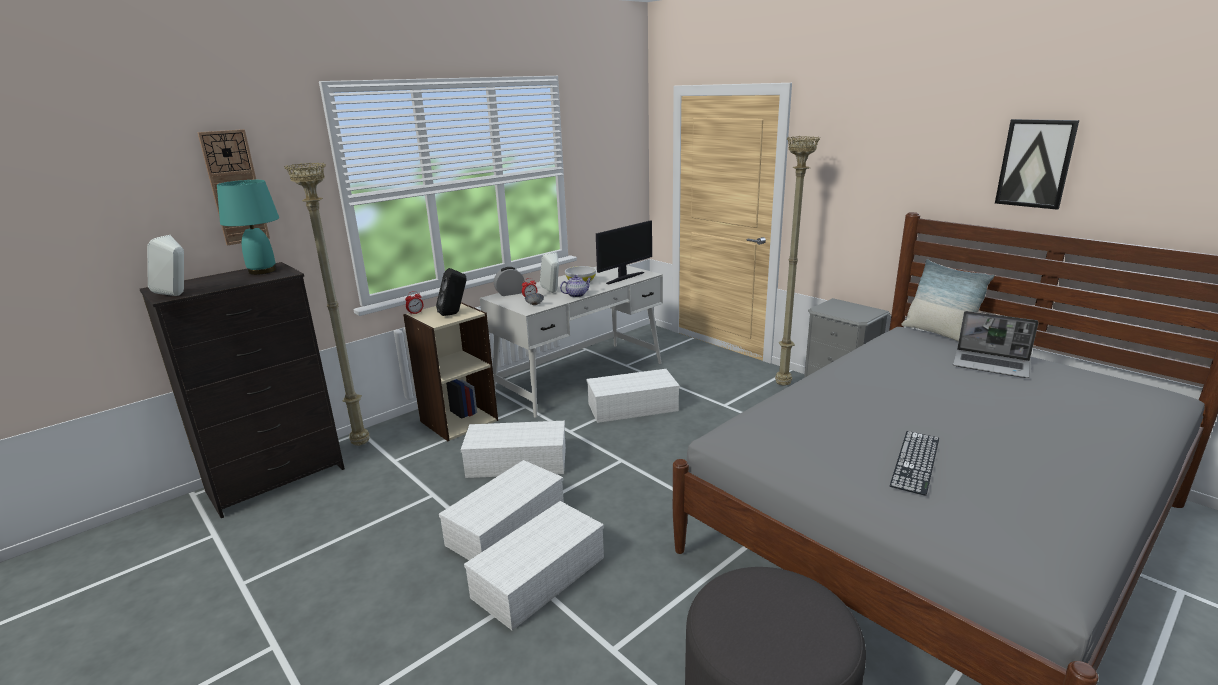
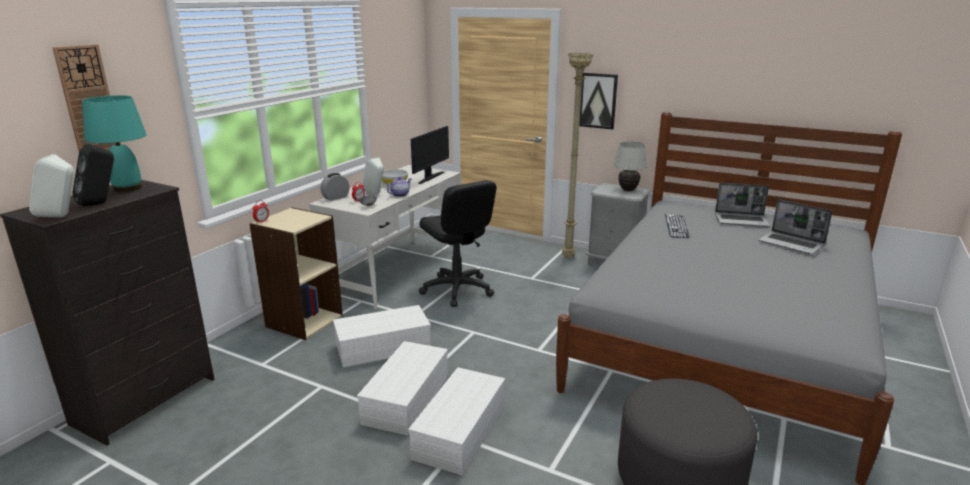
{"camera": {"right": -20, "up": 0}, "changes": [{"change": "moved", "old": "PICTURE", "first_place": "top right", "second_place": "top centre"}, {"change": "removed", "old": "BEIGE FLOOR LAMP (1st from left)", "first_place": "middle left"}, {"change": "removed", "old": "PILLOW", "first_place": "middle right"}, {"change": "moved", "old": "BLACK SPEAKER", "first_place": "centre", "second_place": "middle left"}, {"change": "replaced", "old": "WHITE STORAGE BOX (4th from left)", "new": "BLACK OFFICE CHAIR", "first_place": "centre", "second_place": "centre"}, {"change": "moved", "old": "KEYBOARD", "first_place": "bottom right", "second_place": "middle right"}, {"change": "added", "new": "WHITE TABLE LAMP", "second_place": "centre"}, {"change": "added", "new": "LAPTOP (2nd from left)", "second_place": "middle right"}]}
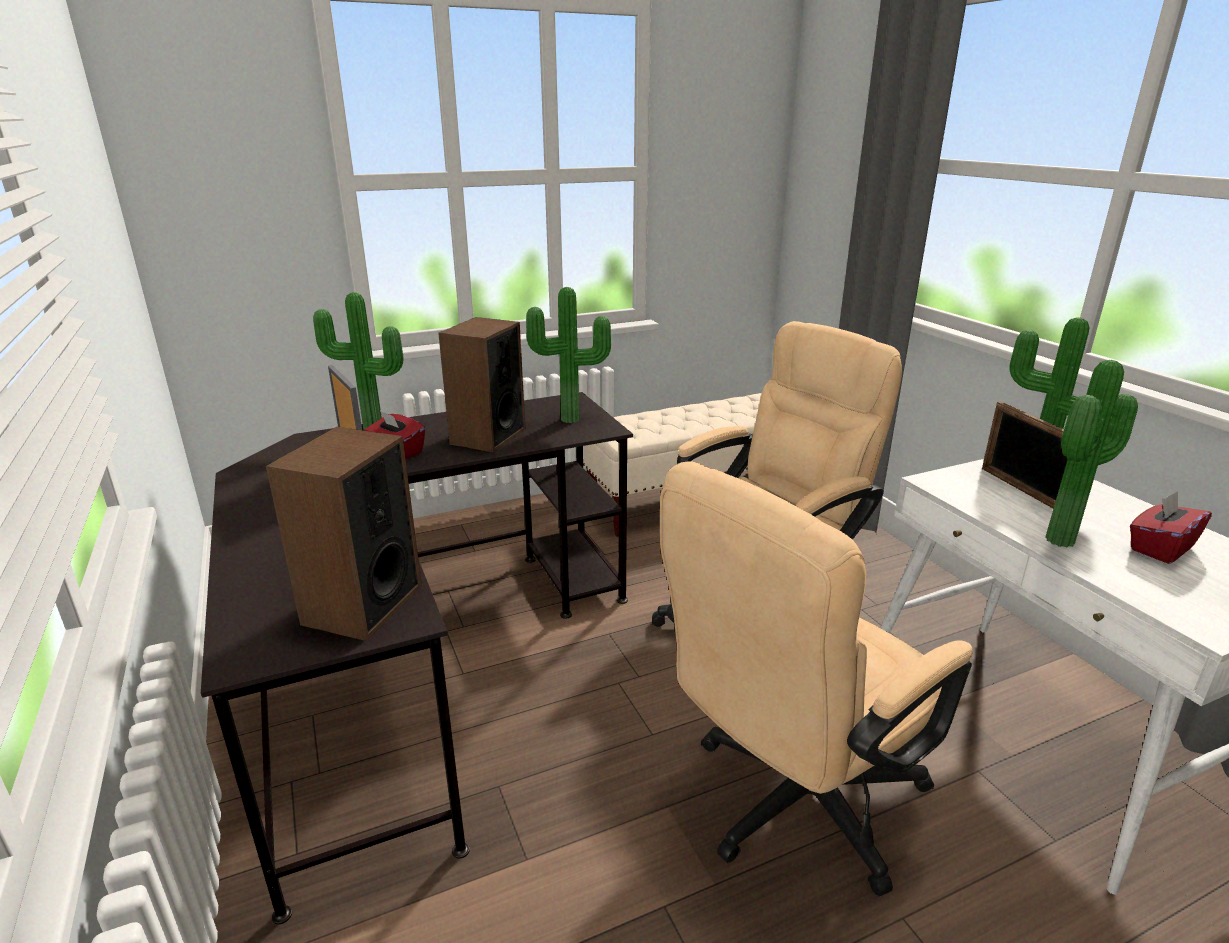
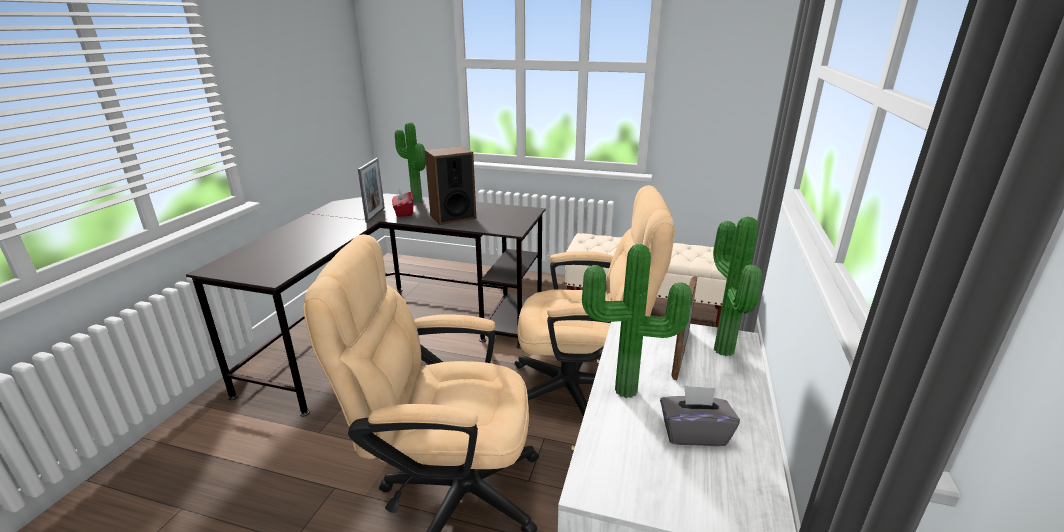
{"camera": {"right": 40, "up": 0}, "changes": [{"change": "removed", "old": "POTTED PLANT (2nd from left)", "first_place": "centre"}, {"change": "removed", "old": "SPEAKER (1st from left)", "first_place": "middle left"}, {"change": "recoloured", "old": "RED TISSUE BOX (2nd from left)", "new": "GREY TISSUE BOX", "first_place": "middle right", "second_place": "bottom centre"}]}
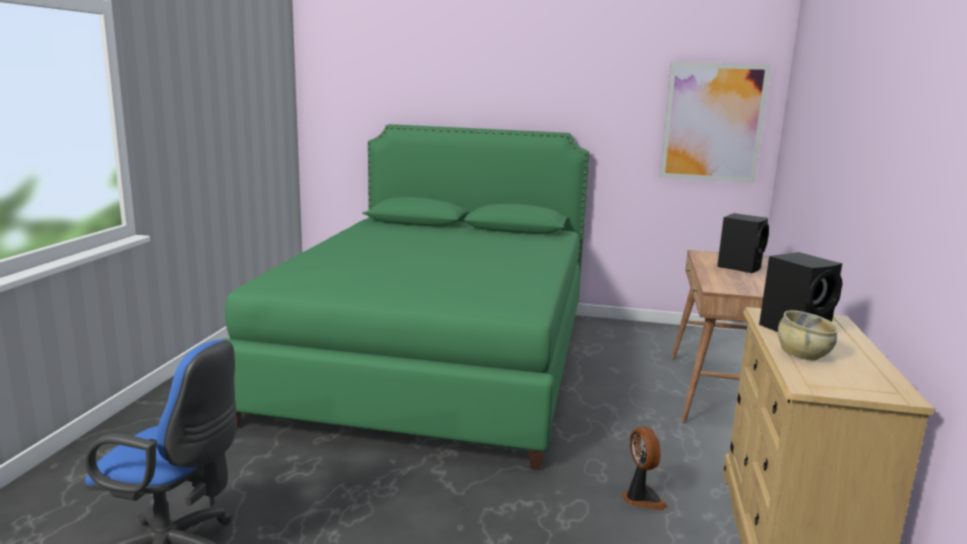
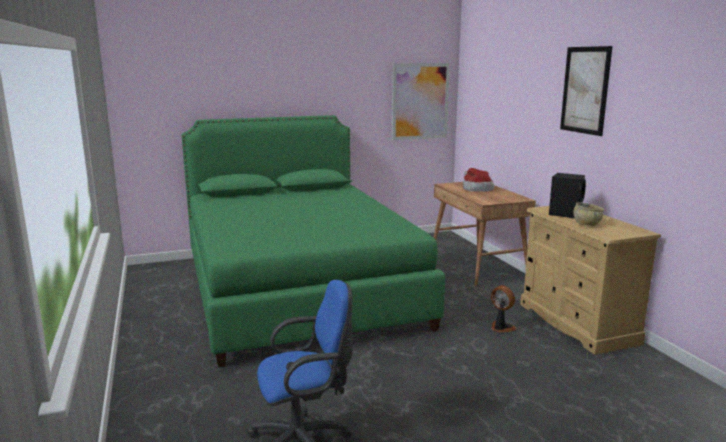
{"camera": {"right": -30, "up": 0}, "changes": [{"change": "replaced", "old": "BLACK SPEAKER (1st from left)", "new": "HAT", "first_place": "middle right", "second_place": "centre"}, {"change": "added", "new": "PICTURE (2nd from left)", "second_place": "top right"}]}
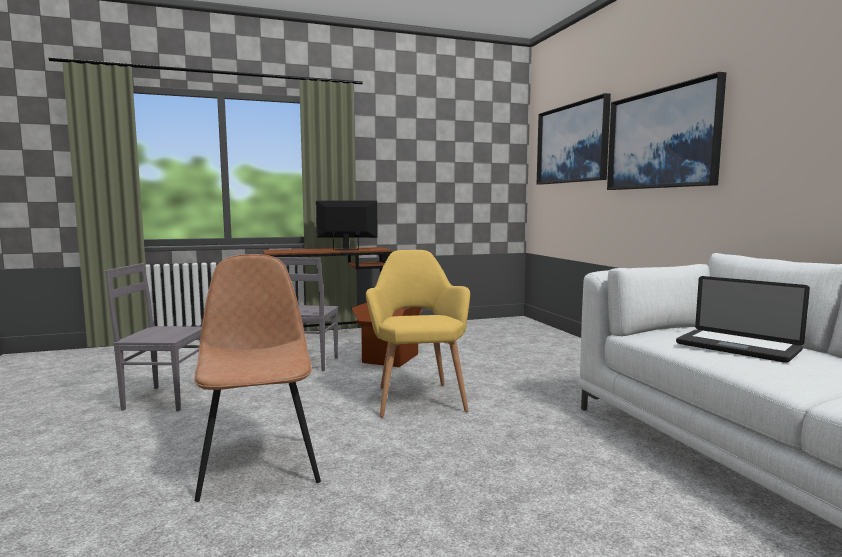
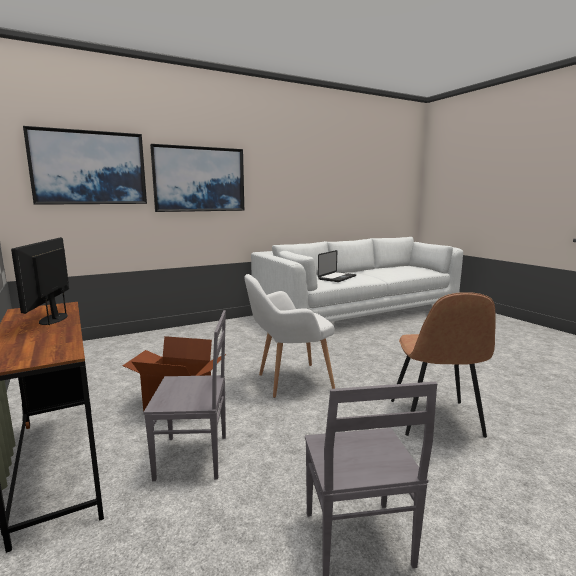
{"camera": {"right": -100, "up": 5}, "changes": [{"change": "recoloured", "old": "YELLOW ARMCHAIR", "new": "WHITE ARMCHAIR", "first_place": "centre", "second_place": "centre"}, {"change": "turned", "old": "BROWN CHAIR", "first_place": "bottom left", "second_place": "middle right", "degrees": -60}]}
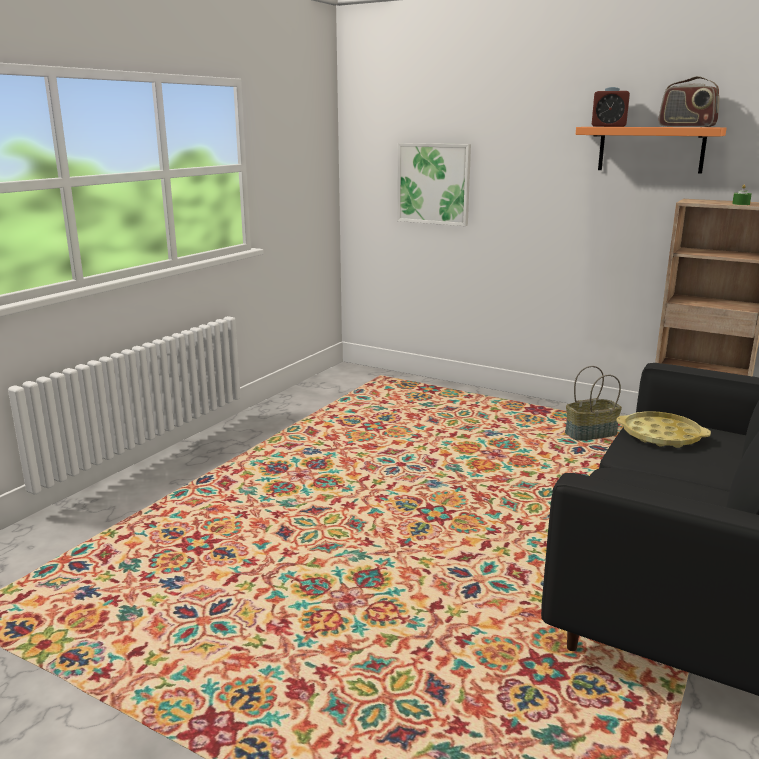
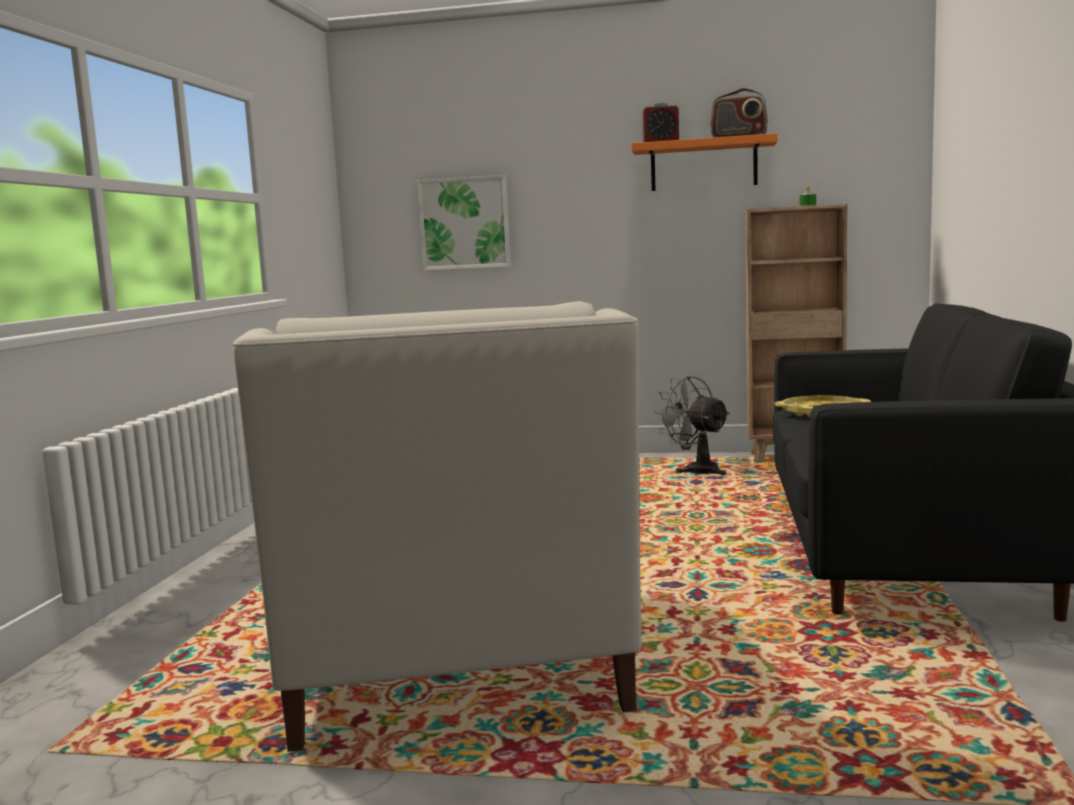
{"camera": {"right": -20, "up": -10}, "changes": [{"change": "replaced", "old": "BASKET", "new": "GREY FAN", "first_place": "middle right", "second_place": "centre"}, {"change": "added", "new": "WHITE ARMCHAIR", "second_place": "centre"}]}
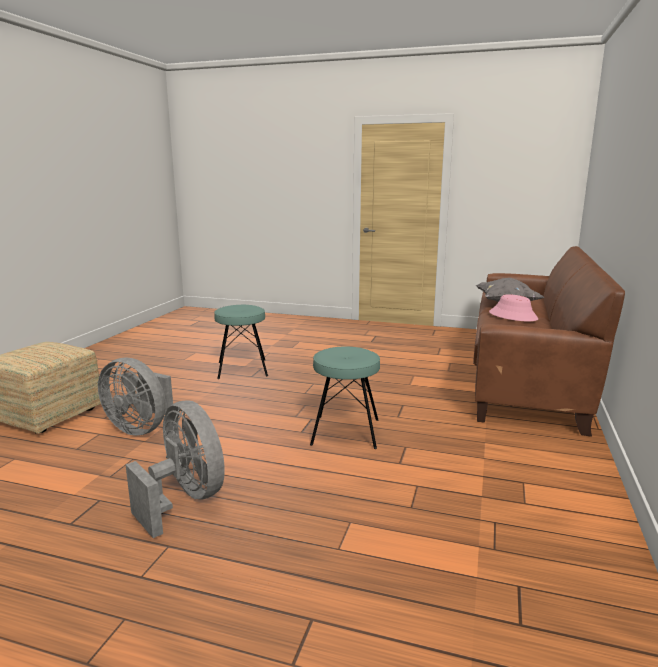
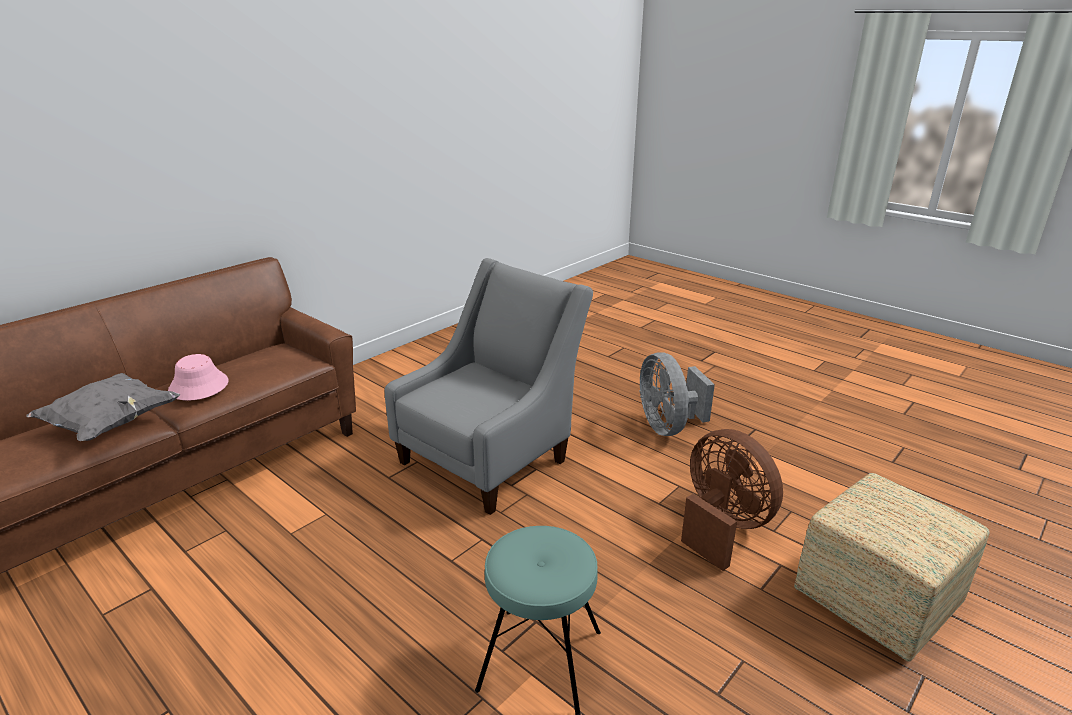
{"camera": {"right": -155, "up": 10}, "changes": [{"change": "replaced", "old": "TURQUOISE STOOL (2nd from left)", "new": "GREY ARMCHAIR", "first_place": "centre", "second_place": "centre"}, {"change": "recoloured", "old": "GREY FAN (1st from left)", "new": "BROWN FAN", "first_place": "middle left", "second_place": "bottom right"}]}
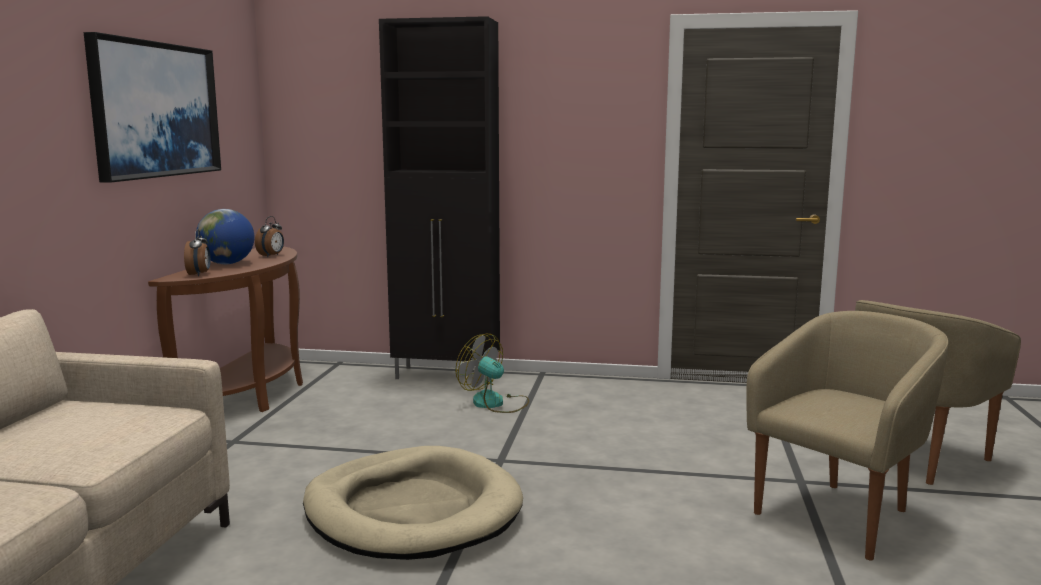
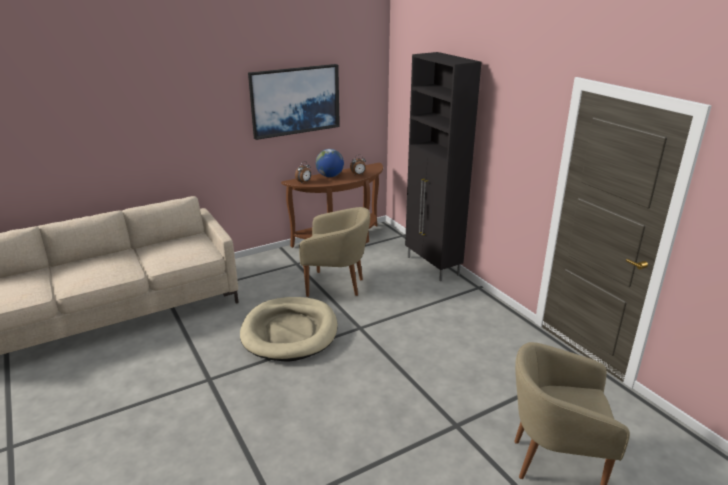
{"camera": {"right": 50, "up": 15}, "changes": [{"change": "moved", "old": "BEIGE ARMCHAIR (1st from left)", "first_place": "bottom right", "second_place": "centre"}, {"change": "removed", "old": "FAN", "first_place": "centre"}]}
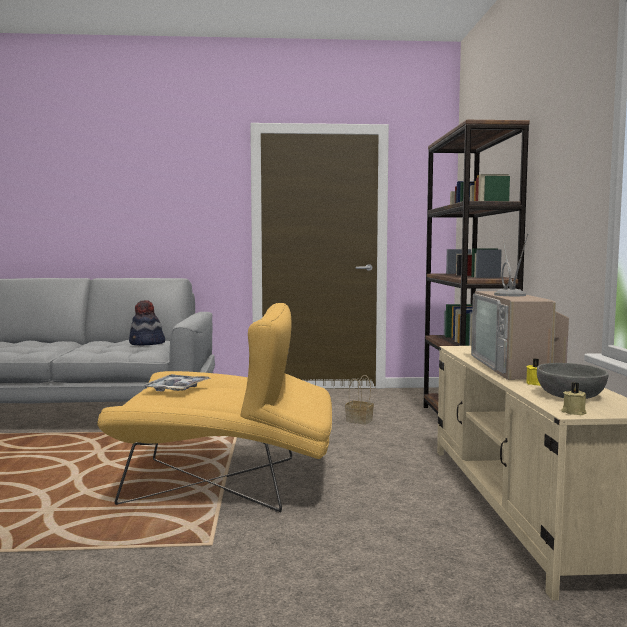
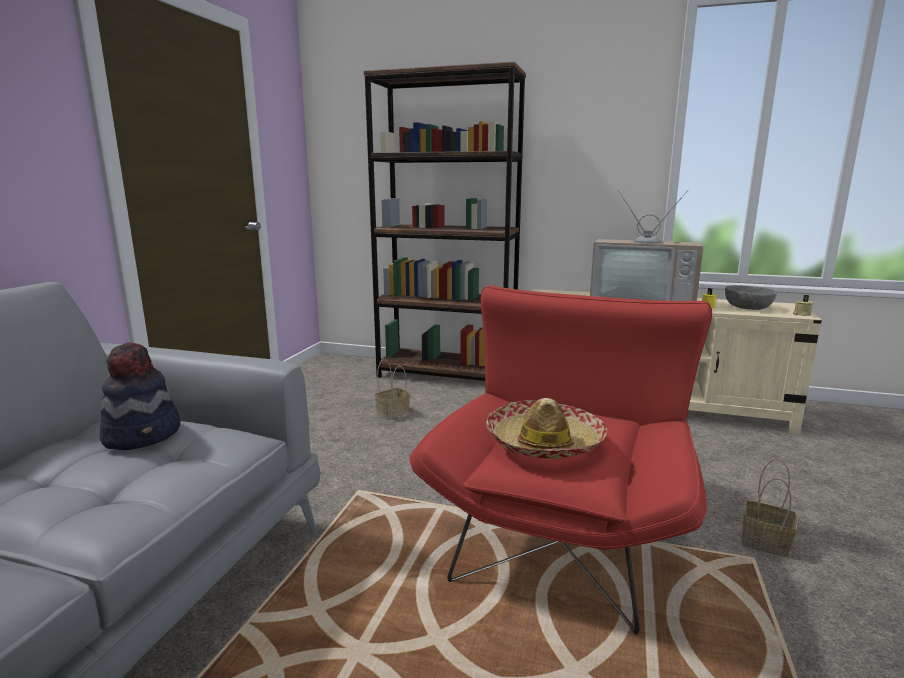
{"camera": {"right": -70, "up": 10}, "changes": [{"change": "recoloured", "old": "YELLOW ARMCHAIR", "new": "RED ARMCHAIR", "first_place": "centre", "second_place": "bottom centre"}, {"change": "replaced", "old": "TRAY", "new": "HAT (2nd from left)", "first_place": "middle left", "second_place": "centre"}, {"change": "added", "new": "BASKET (2nd from left)", "second_place": "bottom right"}]}
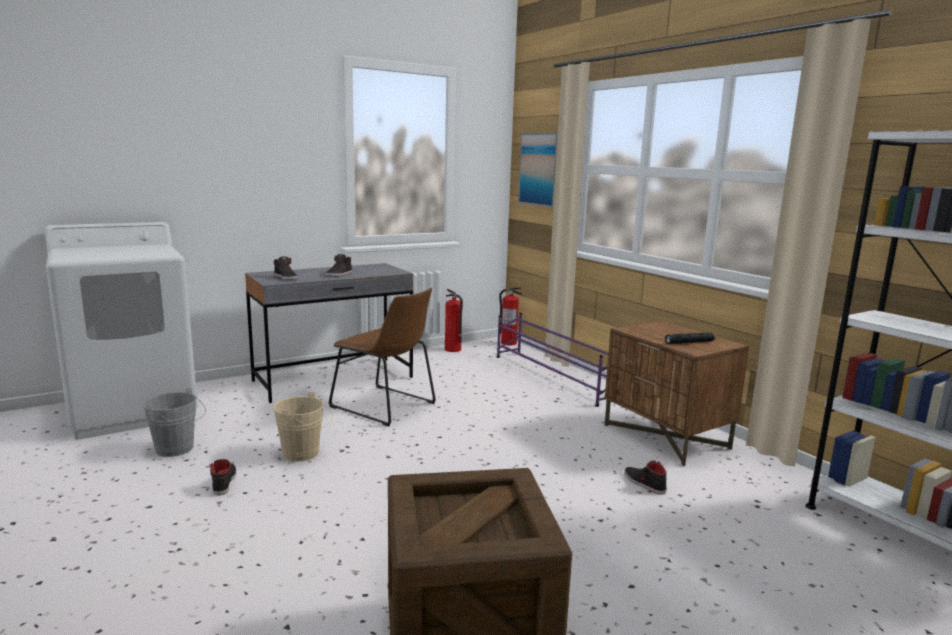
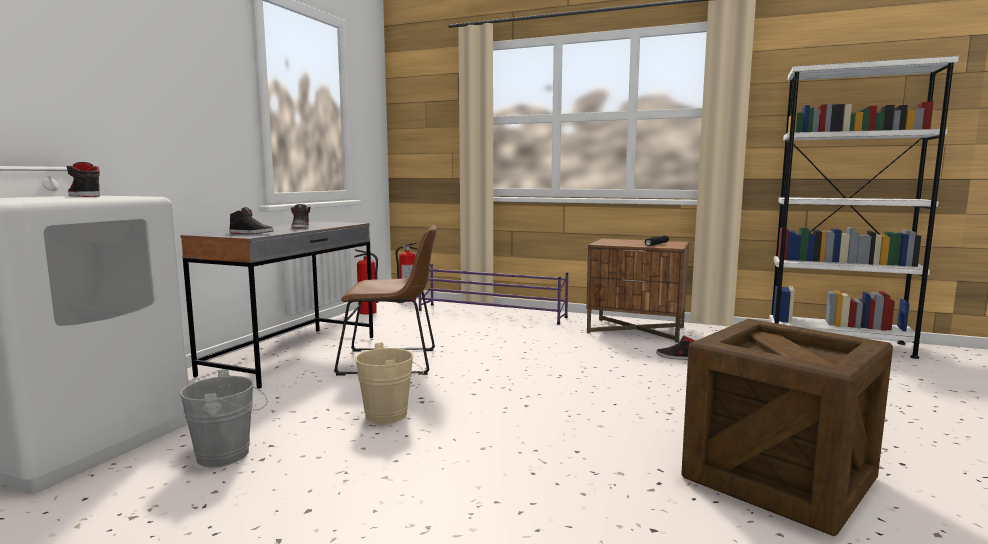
{"camera": {"right": -35, "up": -5}, "changes": [{"change": "removed", "old": "PICTURE", "first_place": "top centre"}, {"change": "moved", "old": "BLACK SHOE (1st from left)", "first_place": "bottom left", "second_place": "top left"}]}
